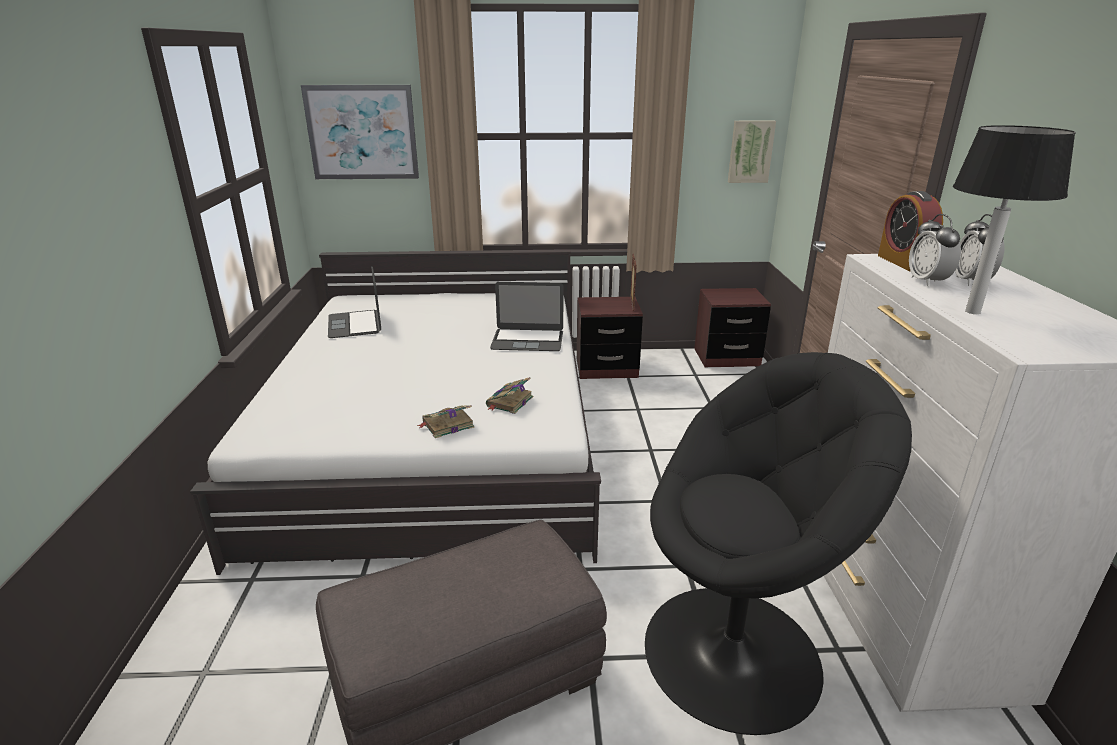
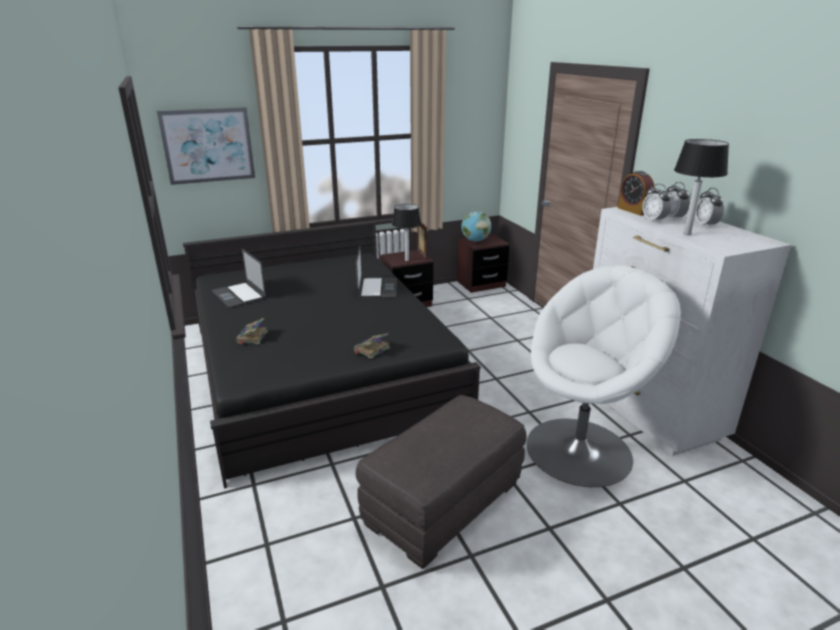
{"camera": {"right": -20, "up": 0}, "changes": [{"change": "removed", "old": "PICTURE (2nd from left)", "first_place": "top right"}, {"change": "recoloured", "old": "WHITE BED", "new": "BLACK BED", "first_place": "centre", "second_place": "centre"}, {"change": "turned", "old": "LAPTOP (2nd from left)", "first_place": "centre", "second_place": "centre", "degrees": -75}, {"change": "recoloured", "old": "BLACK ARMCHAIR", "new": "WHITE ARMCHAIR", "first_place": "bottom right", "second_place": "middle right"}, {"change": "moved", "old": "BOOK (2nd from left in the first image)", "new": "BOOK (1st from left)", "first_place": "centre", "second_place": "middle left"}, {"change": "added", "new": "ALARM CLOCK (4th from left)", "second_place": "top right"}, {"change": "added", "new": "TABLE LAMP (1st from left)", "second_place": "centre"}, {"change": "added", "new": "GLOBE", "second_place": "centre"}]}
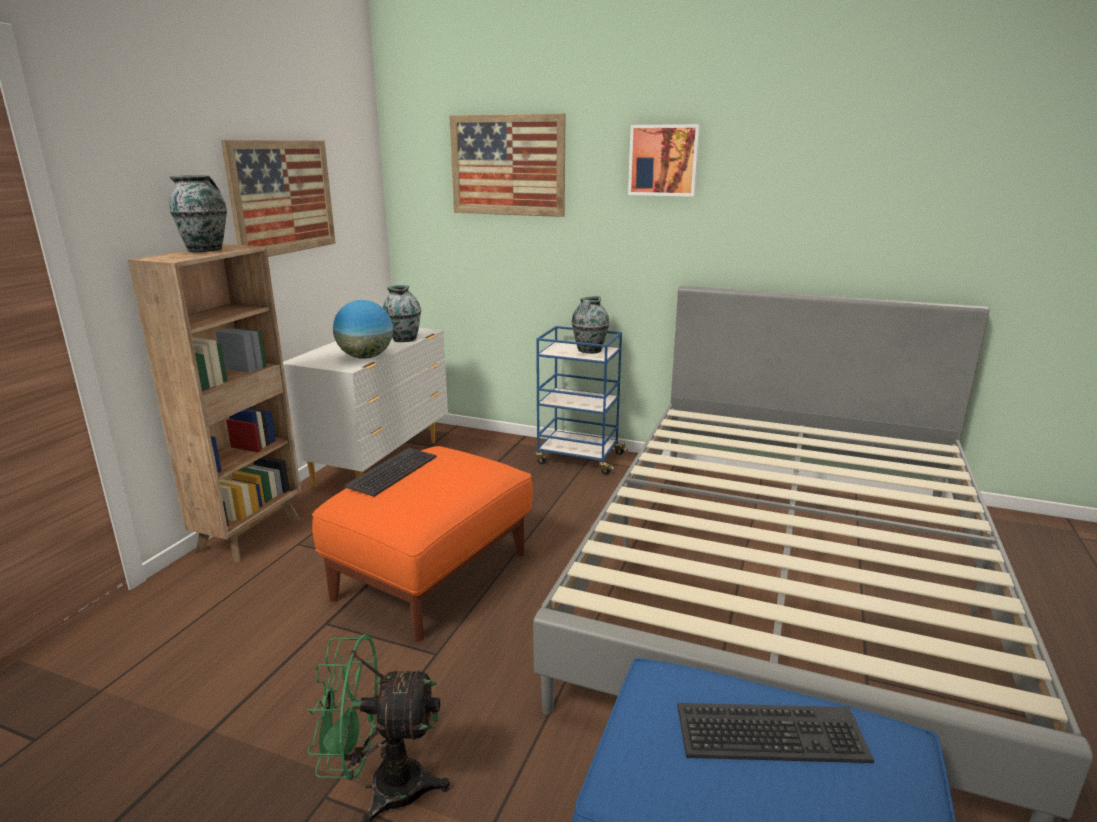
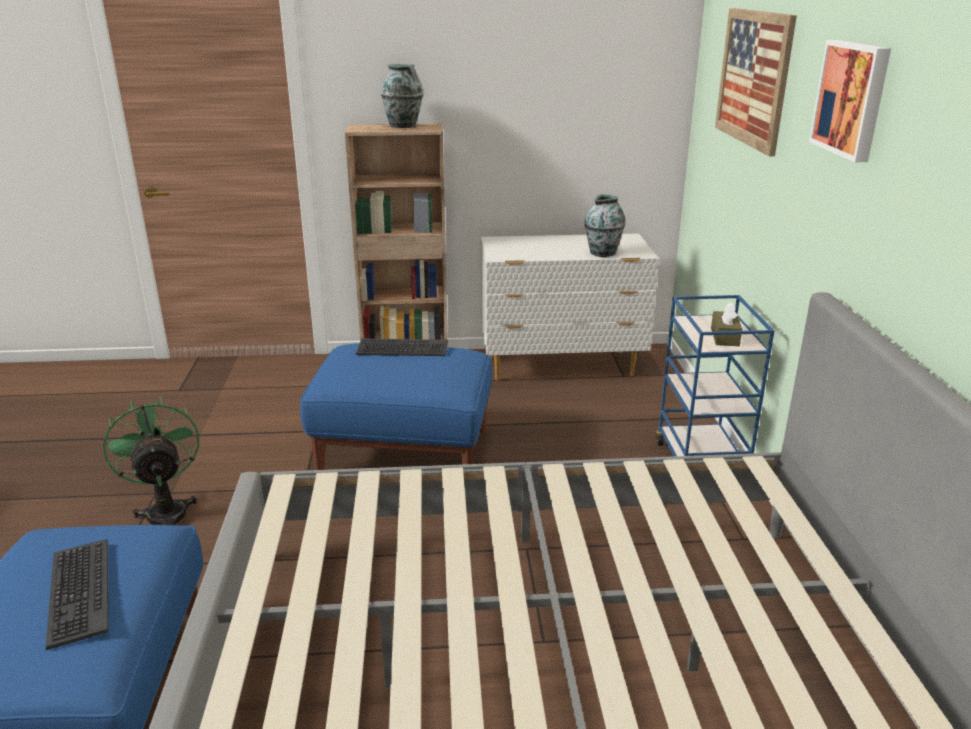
{"camera": {"right": 65, "up": 5}, "changes": [{"change": "removed", "old": "PICTURE (1st from left)", "first_place": "top left"}, {"change": "replaced", "old": "VASE (3rd from left)", "new": "BROWN TISSUE BOX", "first_place": "centre", "second_place": "middle right"}, {"change": "removed", "old": "GLOBE", "first_place": "middle left"}, {"change": "recoloured", "old": "ORANGE OTTOMAN", "new": "BLUE OTTOMAN (2nd from left)", "first_place": "centre", "second_place": "centre"}]}
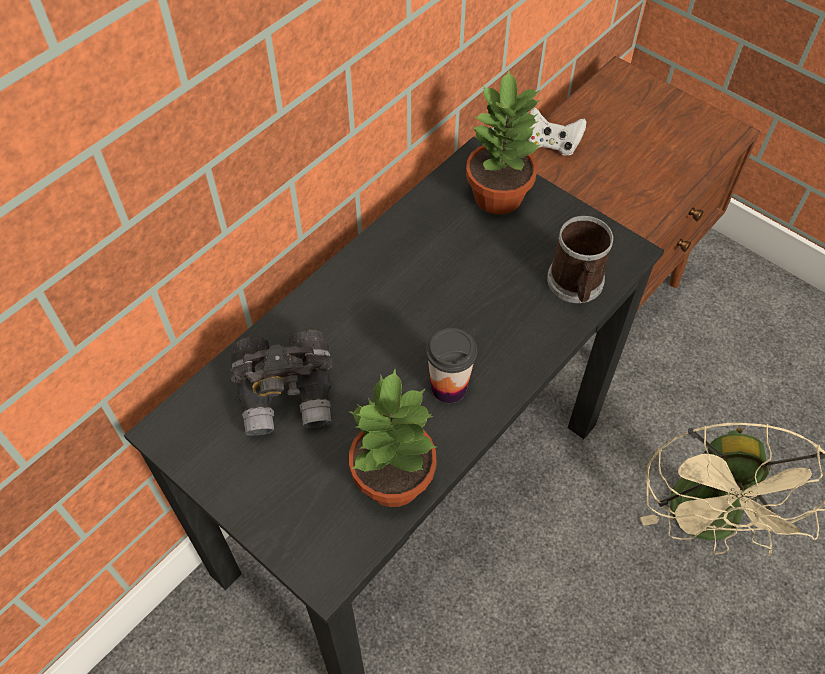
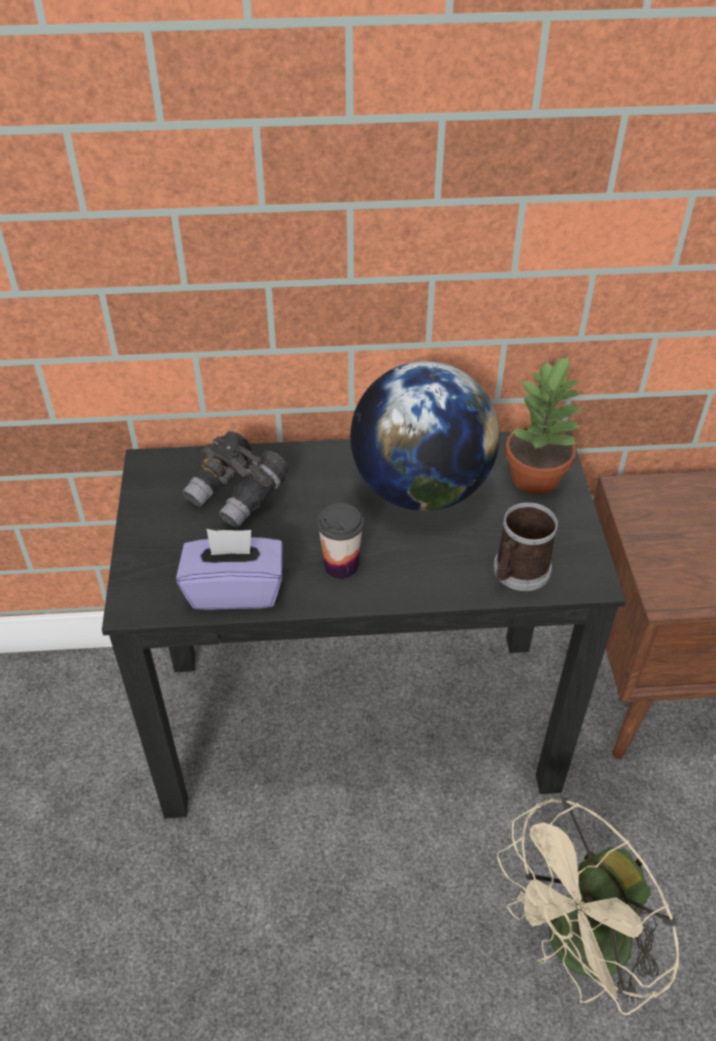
{"camera": {"right": 45, "up": -10}, "changes": [{"change": "removed", "old": "WHITE GAME CONTROLLER", "first_place": "top right"}, {"change": "replaced", "old": "POTTED PLANT (1st from left)", "new": "PURPLE TISSUE BOX", "first_place": "centre", "second_place": "middle left"}, {"change": "added", "new": "GLOBE", "second_place": "centre"}]}
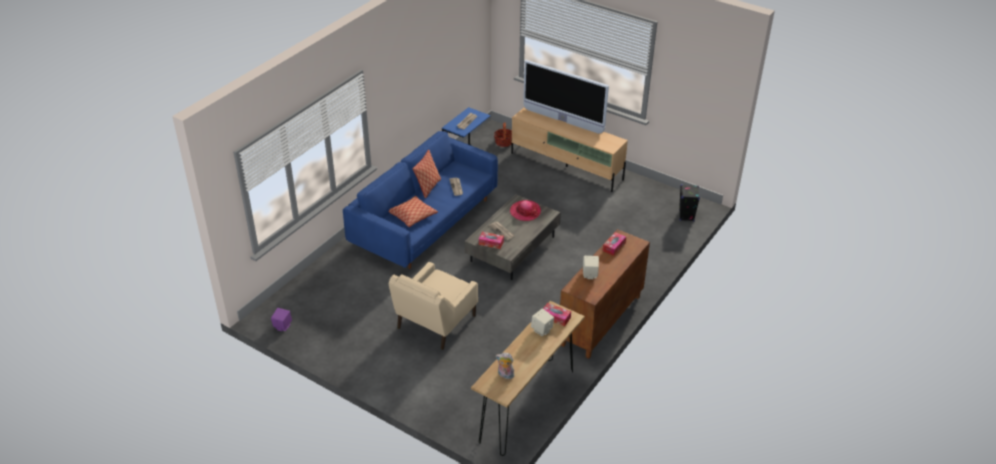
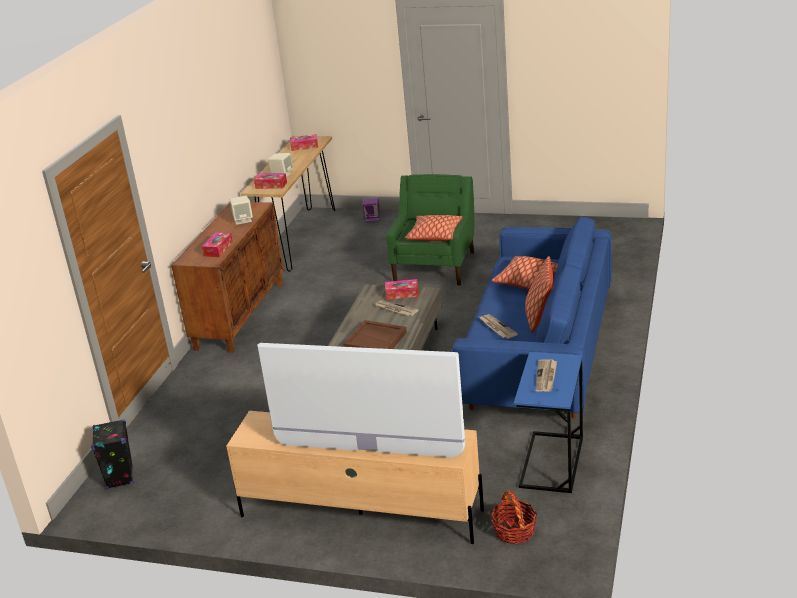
{"camera": {"right": 165, "up": -10}, "changes": [{"change": "replaced", "old": "HAT", "new": "BROWN TRAY", "first_place": "centre", "second_place": "centre"}, {"change": "recoloured", "old": "BEIGE ARMCHAIR", "new": "GREEN ARMCHAIR", "first_place": "centre", "second_place": "centre"}, {"change": "moved", "old": "PURPLE SPEAKER", "first_place": "bottom left", "second_place": "centre"}, {"change": "replaced", "old": "PLUSH TOY", "new": "TISSUE BOX (3rd from left)", "first_place": "bottom centre", "second_place": "top centre"}, {"change": "added", "new": "PILLOW (1st from left)", "second_place": "centre"}]}
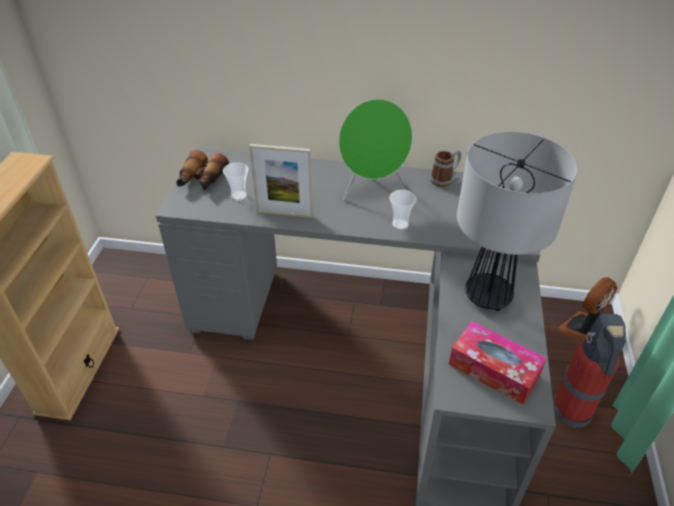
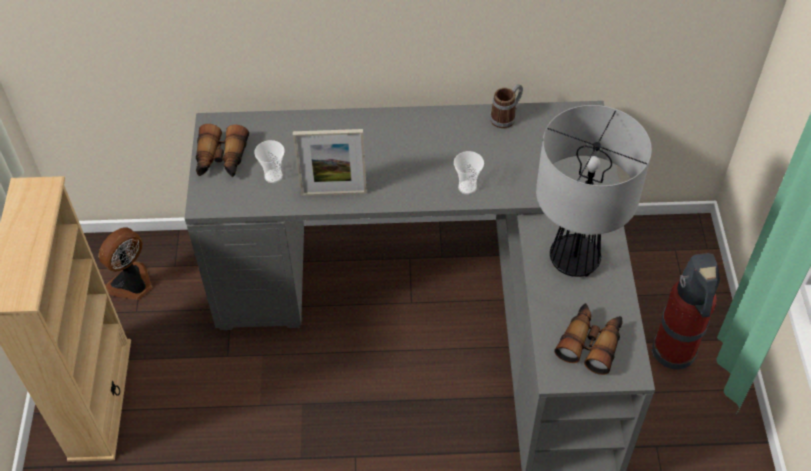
{"camera": {"right": -10, "up": 10}, "changes": [{"change": "removed", "old": "GREEN SPEAKER", "first_place": "top centre"}, {"change": "moved", "old": "FAN", "first_place": "middle right", "second_place": "middle left"}, {"change": "replaced", "old": "TISSUE BOX", "new": "BINOCULARS (2nd from left)", "first_place": "bottom right", "second_place": "bottom right"}]}
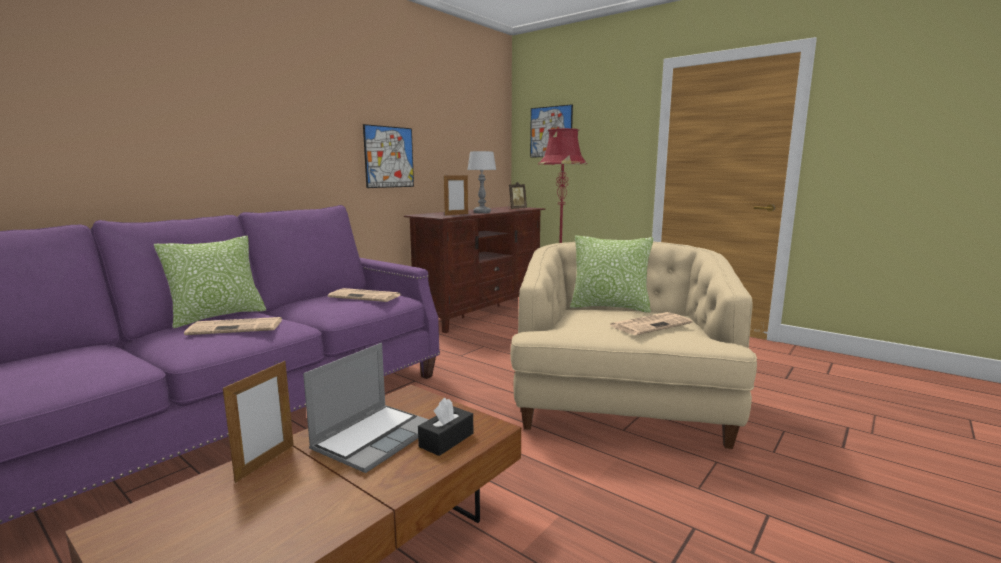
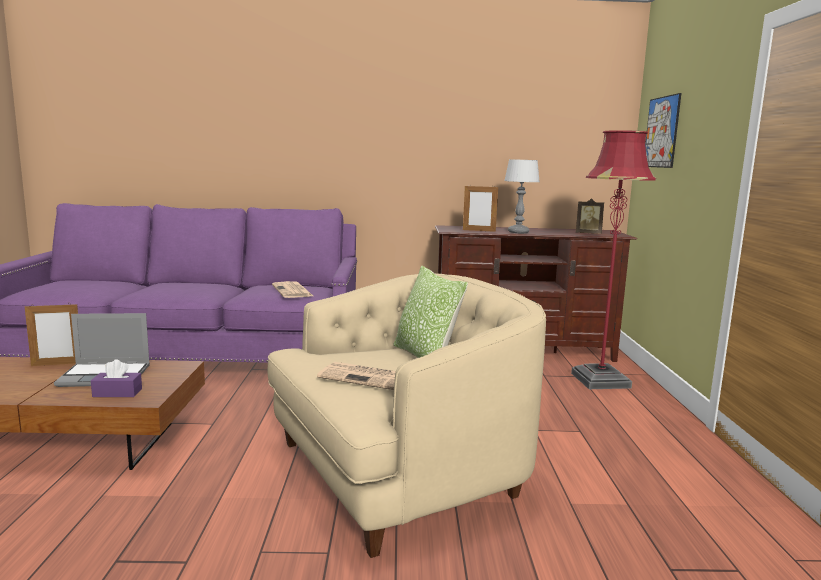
{"camera": {"right": 50, "up": 0}, "changes": [{"change": "removed", "old": "PICTURE (1st from left)", "first_place": "top centre"}, {"change": "removed", "old": "PILLOW (1st from left)", "first_place": "middle left"}, {"change": "removed", "old": "NEWSPAPER (1st from left)", "first_place": "middle left"}, {"change": "recoloured", "old": "BLACK TISSUE BOX", "new": "PURPLE TISSUE BOX", "first_place": "bottom centre", "second_place": "middle left"}]}
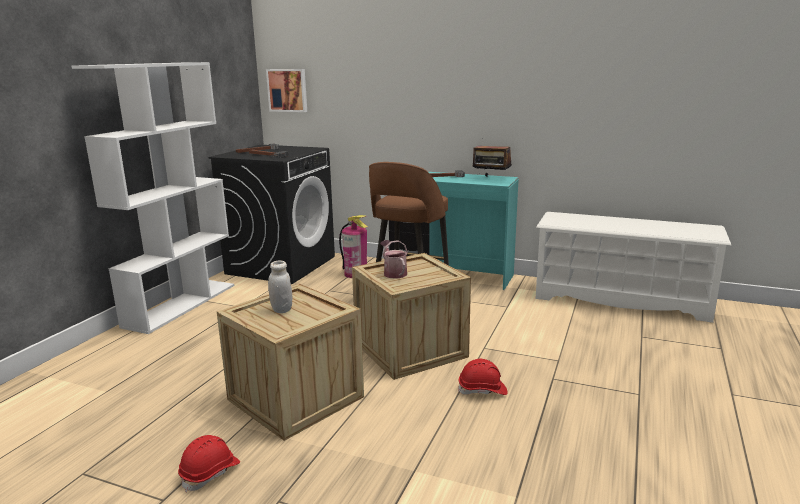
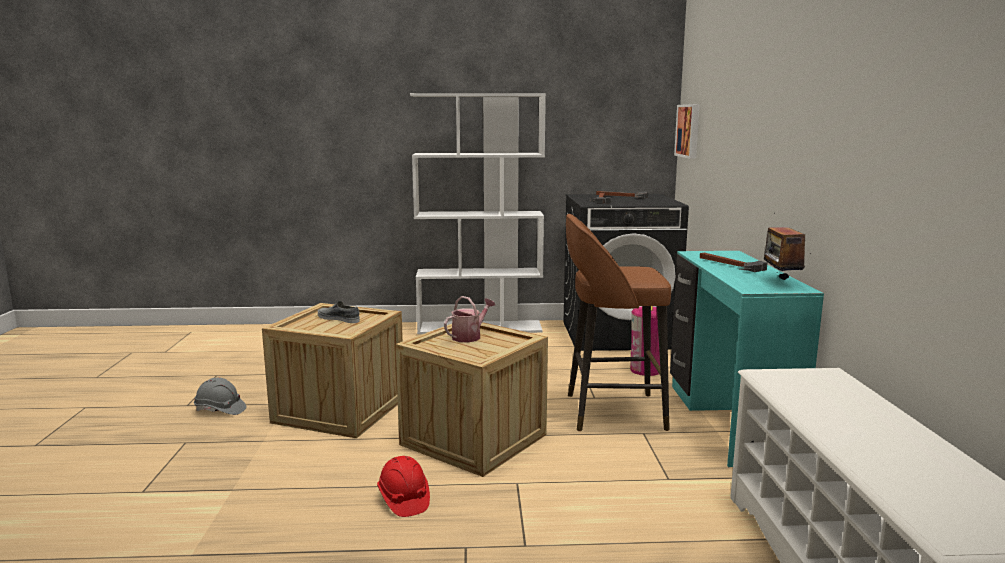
{"camera": {"right": 65, "up": -5}, "changes": [{"change": "replaced", "old": "WHITE JAR", "new": "GREY SHOE", "first_place": "centre", "second_place": "centre"}, {"change": "recoloured", "old": "RED HARD HAT (1st from left)", "new": "GREY HARD HAT", "first_place": "bottom left", "second_place": "bottom left"}]}
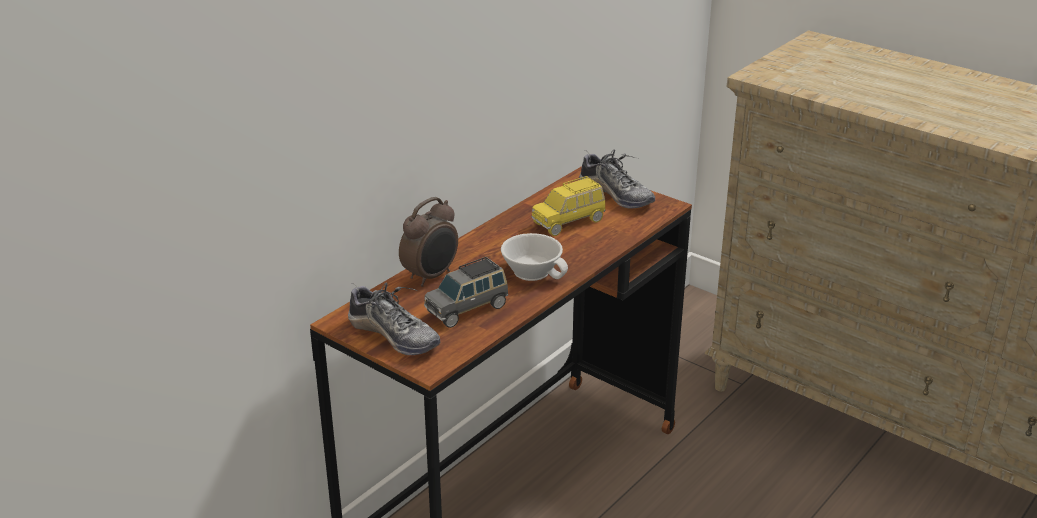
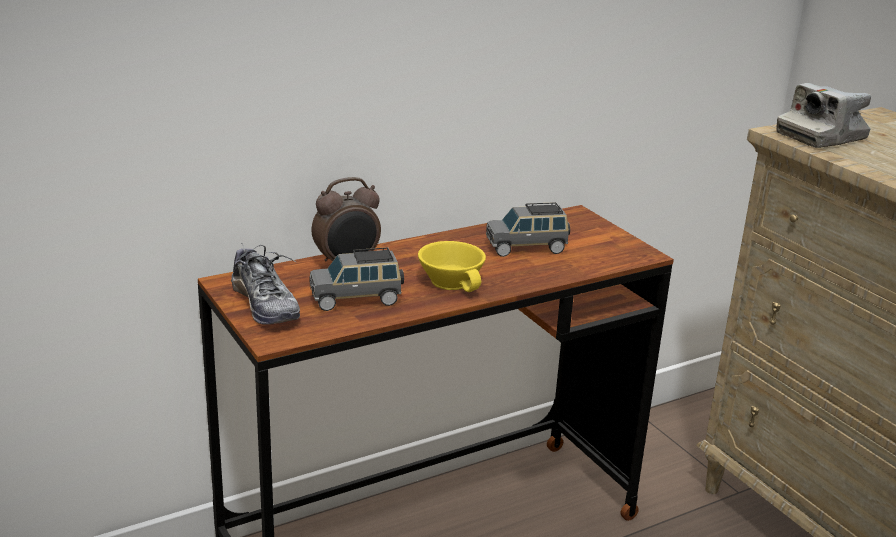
{"camera": {"right": 20, "up": -5}, "changes": [{"change": "removed", "old": "SHOE (2nd from left)", "first_place": "centre"}, {"change": "recoloured", "old": "YELLOW TOY CAR", "new": "GREY TOY CAR (2nd from left)", "first_place": "centre", "second_place": "centre"}, {"change": "recoloured", "old": "WHITE CUP", "new": "YELLOW CUP", "first_place": "centre", "second_place": "centre"}, {"change": "added", "new": "PHOTO CAMERA", "second_place": "top right"}]}
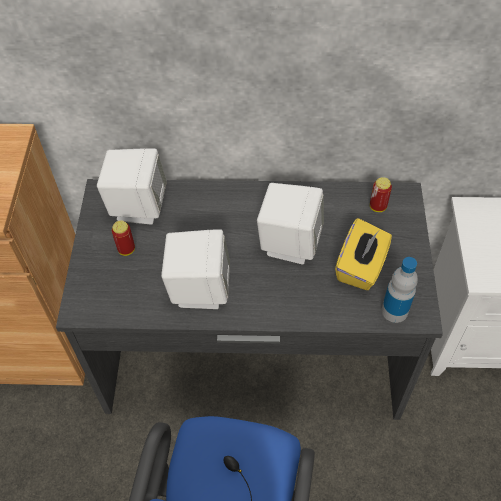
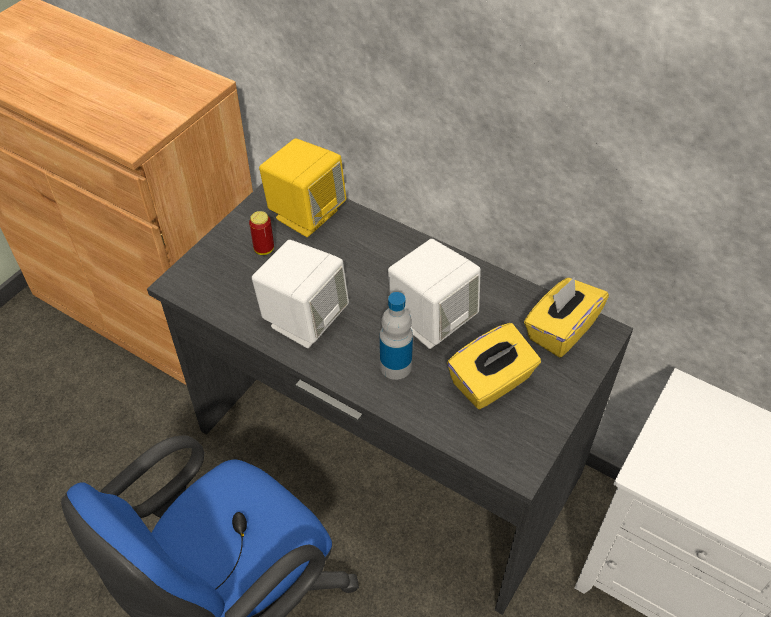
{"camera": {"right": 30, "up": -5}, "changes": [{"change": "recoloured", "old": "WHITE SPEAKER (1st from left)", "new": "YELLOW SPEAKER", "first_place": "middle left", "second_place": "top centre"}, {"change": "replaced", "old": "CAN (2nd from left)", "new": "YELLOW TISSUE BOX (2nd from left)", "first_place": "middle right", "second_place": "middle right"}, {"change": "moved", "old": "BOTTLE", "first_place": "middle right", "second_place": "centre"}]}
